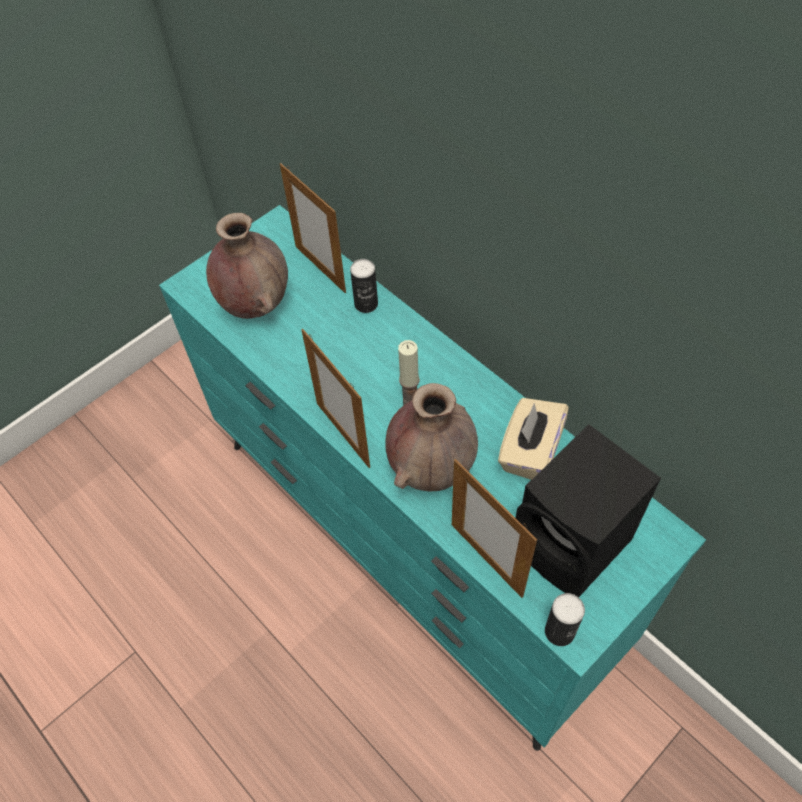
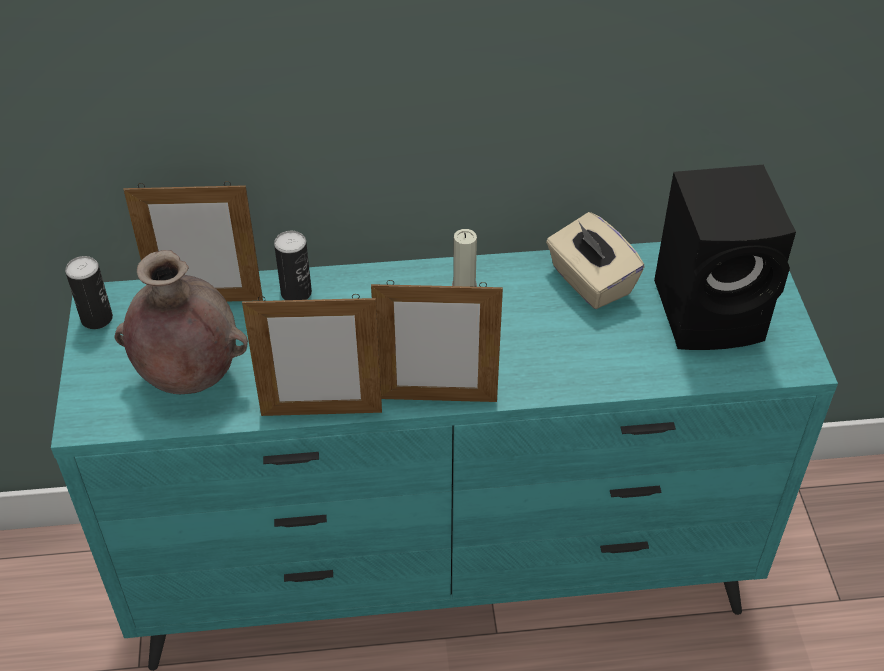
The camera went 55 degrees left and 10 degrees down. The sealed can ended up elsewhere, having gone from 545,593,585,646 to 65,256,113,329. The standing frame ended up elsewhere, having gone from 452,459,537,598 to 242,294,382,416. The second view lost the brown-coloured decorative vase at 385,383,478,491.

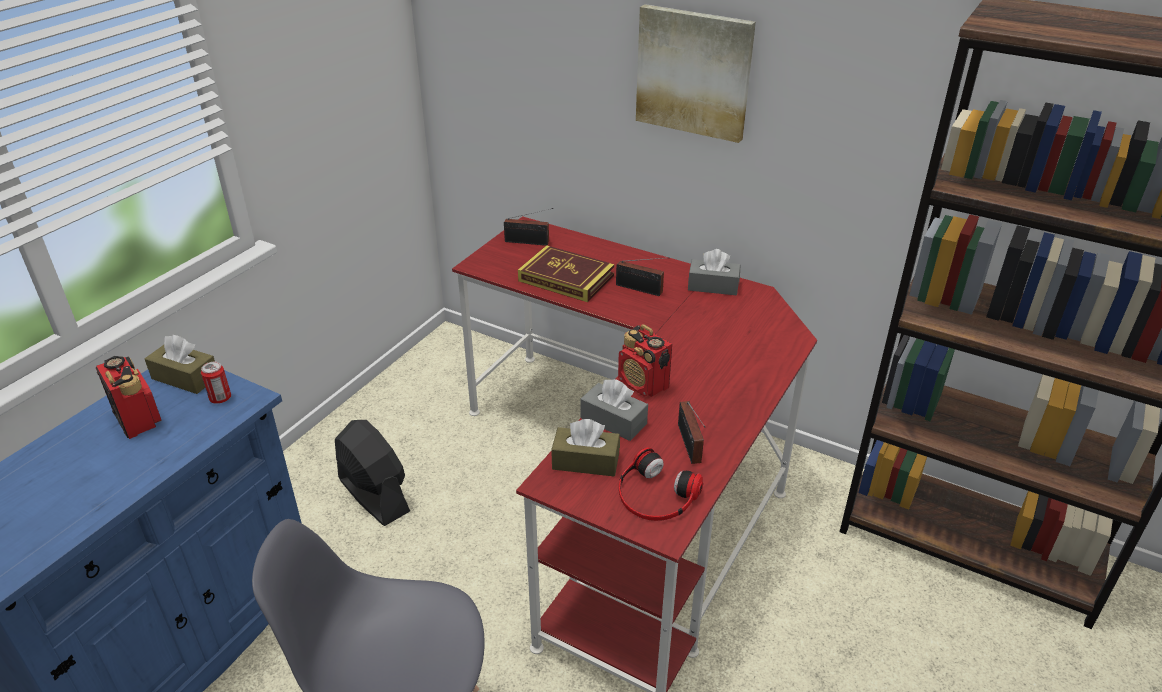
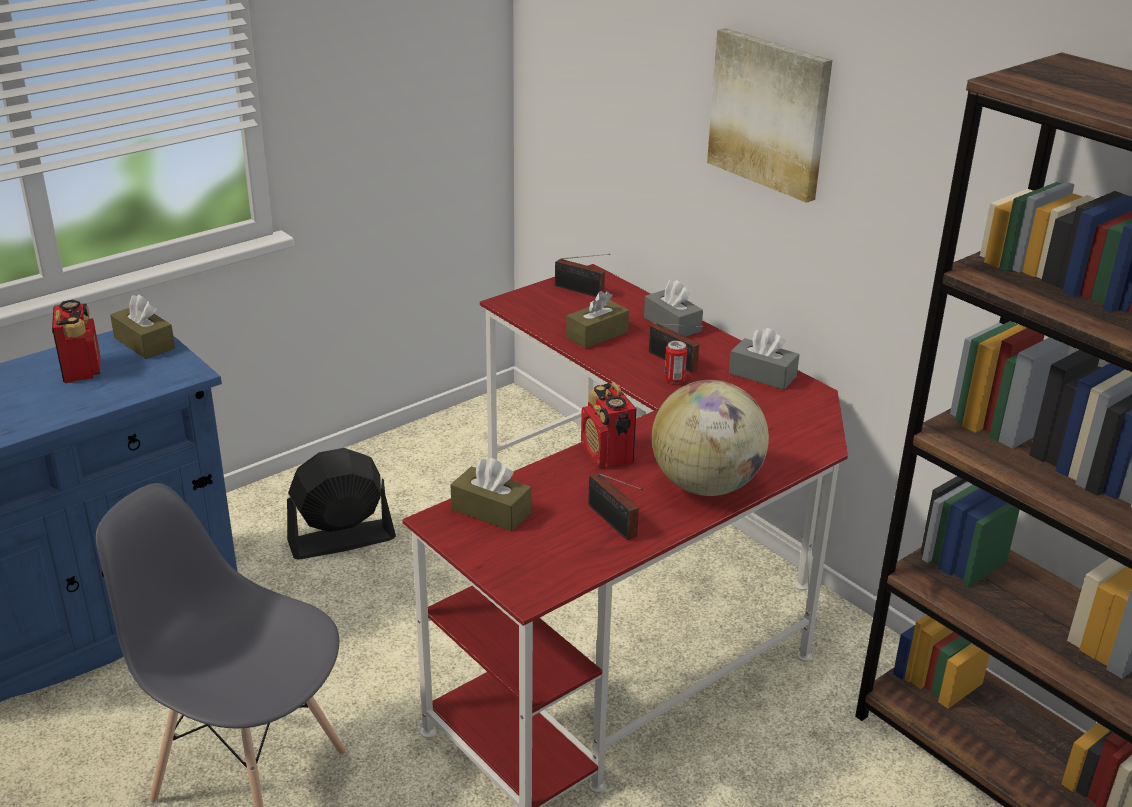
The camera went 20 degrees right and 5 degrees down. The black fan at 335,420,410,526 ended up facing another way, 90 degrees counterclockwise from before. Where the volume stood at 518,245,614,302, the brown-coloured box of tissues came to stand at 566,291,629,348. The radio at 678,401,705,464 ended up facing another way, 45 degrees counterclockwise from before. The greyish box of tissues ended up elsewhere, having gone from 581,379,648,441 to 644,280,703,337. The second view gained the globe at 652,380,769,496. The sealed can ended up elsewhere, having gone from 201,362,231,404 to 664,341,687,383. The second view lost the headphones at 619,448,703,521.

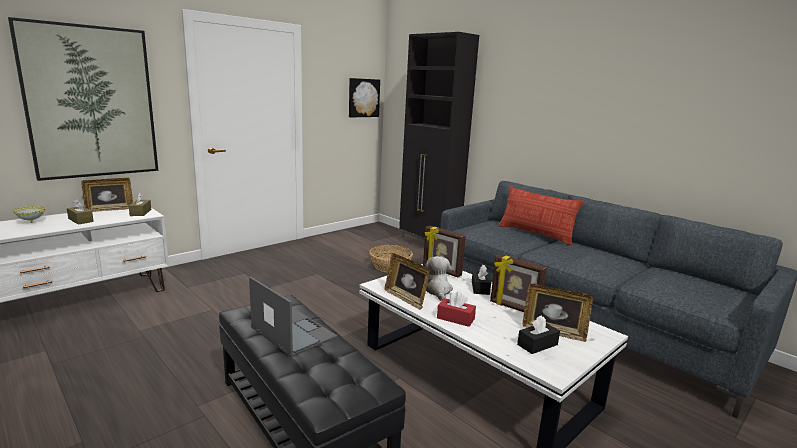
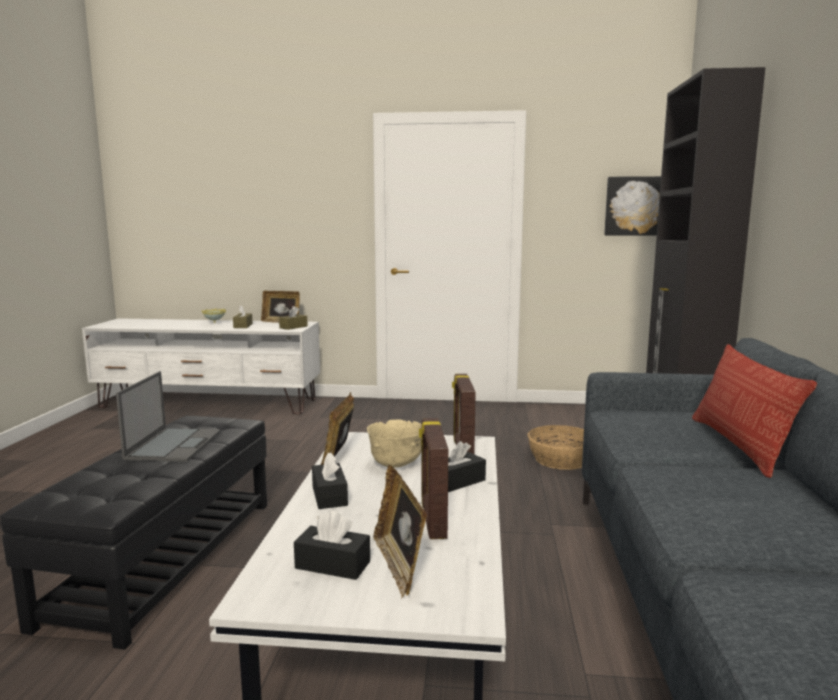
The camera went 50 degrees right and 5 degrees down. What was the reddish box of tissues at 437,291,476,327 turned into the black box of tissues at 312,452,348,509. Where the soft toy stood at 425,256,453,301, the beige deep dish came to stand at 367,420,421,468. The second view lost the wall art at 8,17,158,181.

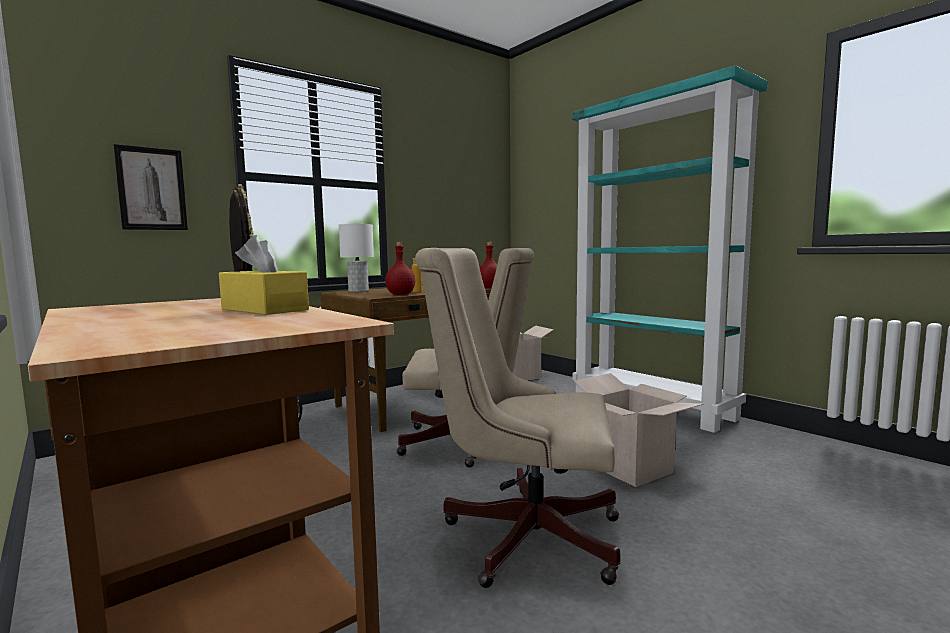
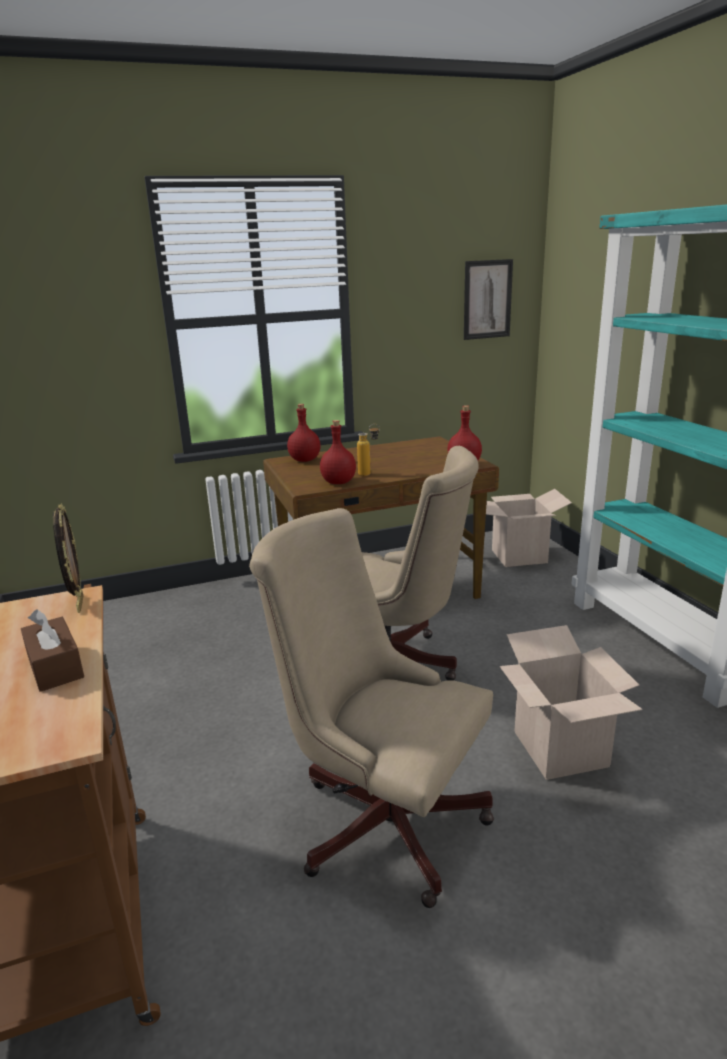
The camera went 20 degrees right and 15 degrees up. What was the yellowish box of tissues at 219,235,309,315 turned into the brown-coloured box of tissues at 21,609,84,692. Where the white tabletop lamp stood at 339,224,374,292, the reddish beverage bottle came to stand at 287,404,321,462. The wall art ended up elsewhere, having gone from 113,144,188,230 to 464,259,513,340.

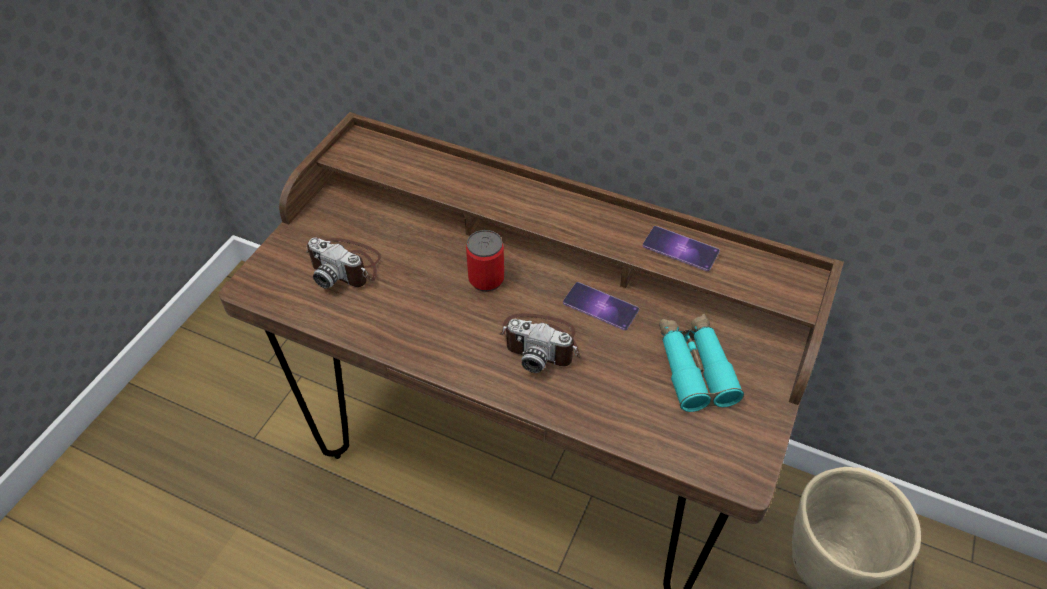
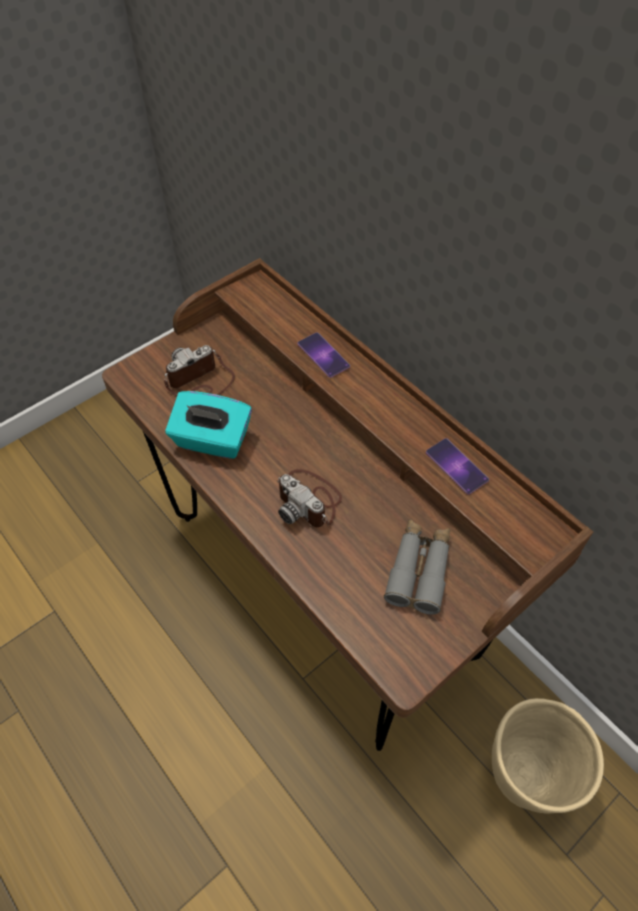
The camera went 25 degrees right and 5 degrees up. The photo camera at 306,237,381,289 ended up facing another way, 90 degrees clockwise from before. The second view gained the blue-green box of tissues at 165,391,252,459. The handset ended up elsewhere, having gone from 563,282,639,331 to 298,332,350,378. What was the blue-green field glasses at 659,313,744,412 turned into the greyish field glasses at 384,519,450,615. The second view lost the sealed can at 466,230,504,292.

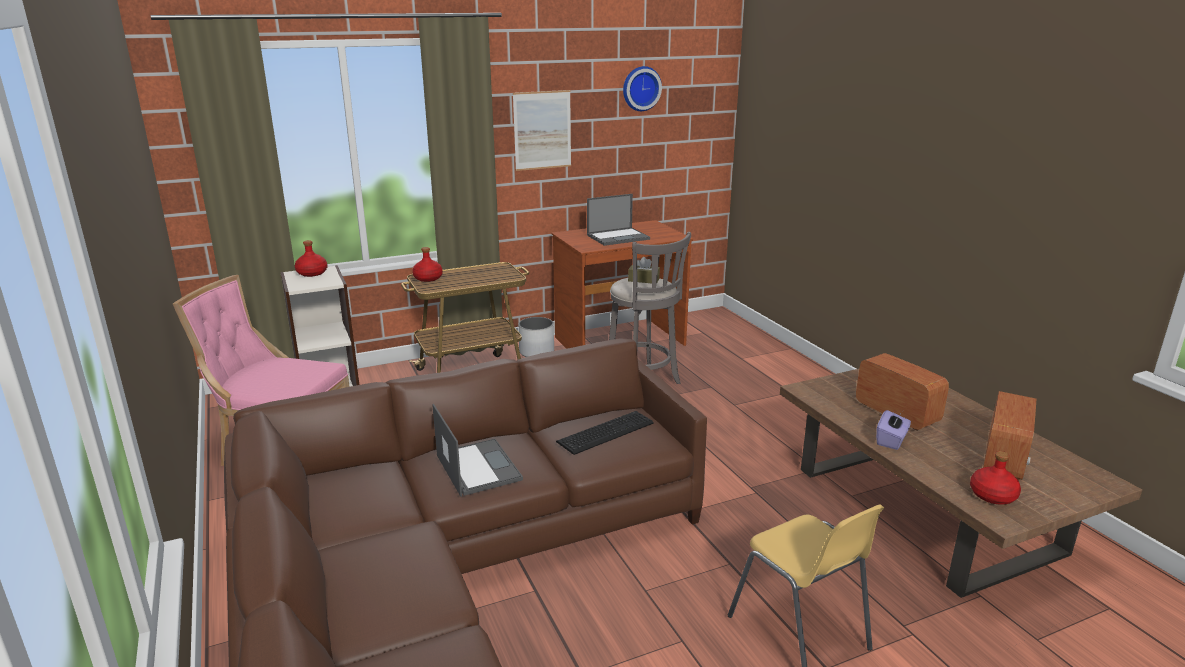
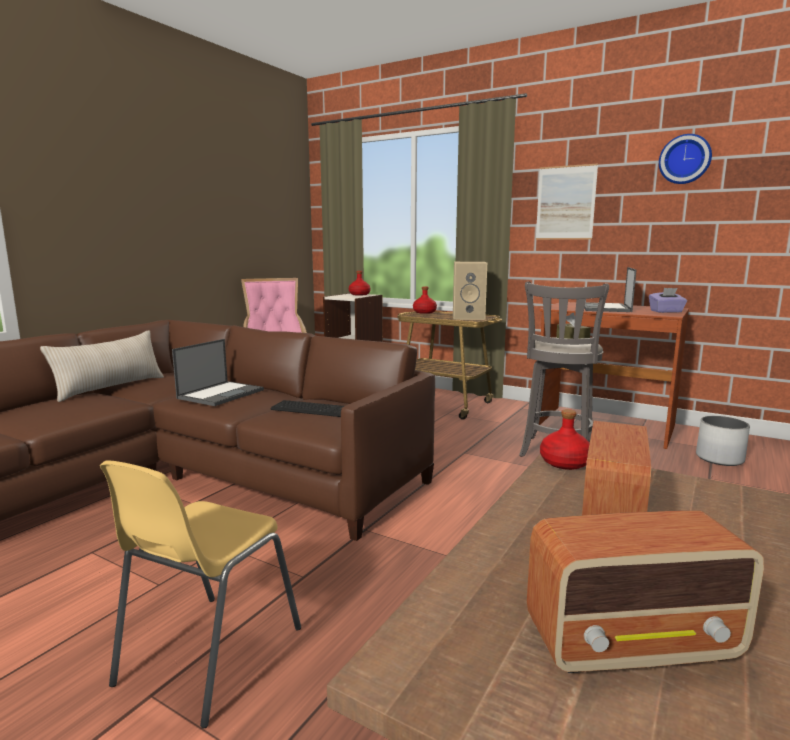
The camera went 55 degrees right and 10 degrees down. The second view gained the beige cushion at 40,330,164,402. The second view gained the beige audio speaker at 453,262,487,320. The reddish beverage bottle ended up elsewhere, having gone from 970,451,1021,505 to 540,409,590,470. The laptop at 587,194,650,246 ended up facing another way, 75 degrees clockwise from before. The purplish box of tissues ended up elsewhere, having gone from 876,410,911,450 to 649,288,687,313. The white planter ended up elsewhere, having gone from 519,317,554,357 to 696,416,750,466.

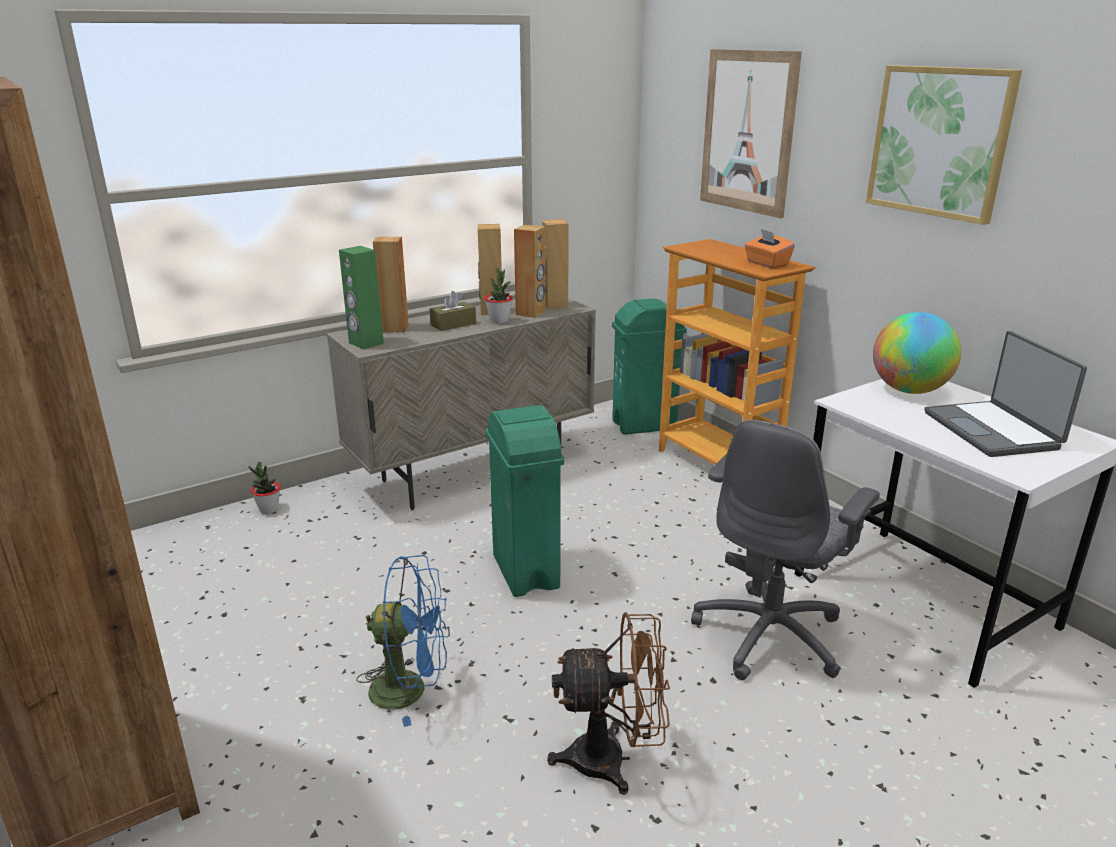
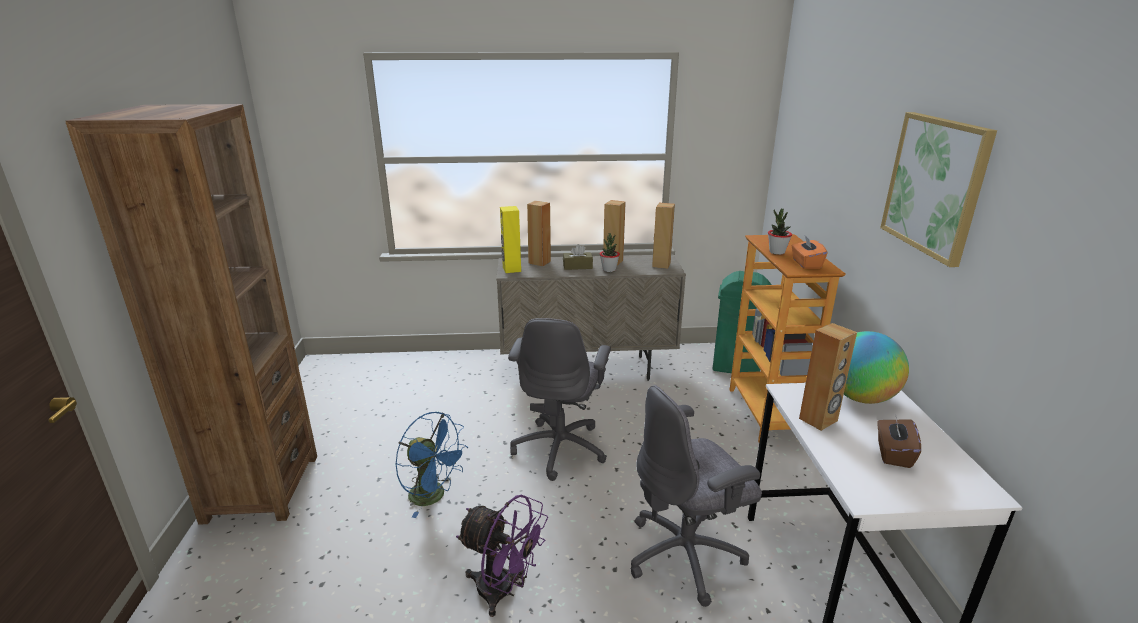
The camera went 30 degrees right and 0 degrees up. What was the brown-coloured fan at 547,612,670,795 turned into the purplish fan at 456,495,548,617. What was the green audio speaker at 339,246,384,349 turned into the yellowish audio speaker at 500,206,521,273. Where the green rubbish bin stood at 485,405,564,597, the greyish office chair came to stand at 508,318,611,481. The houseplant ended up elsewhere, having gone from 248,462,280,514 to 768,209,792,255. The brown-coloured audio speaker ended up elsewhere, having gone from 514,225,545,318 to 799,323,857,431. Where the laptop stood at 924,331,1087,457, the brown-coloured box of tissues came to stand at 877,418,921,468. The second view lost the wall art at 700,49,802,218.

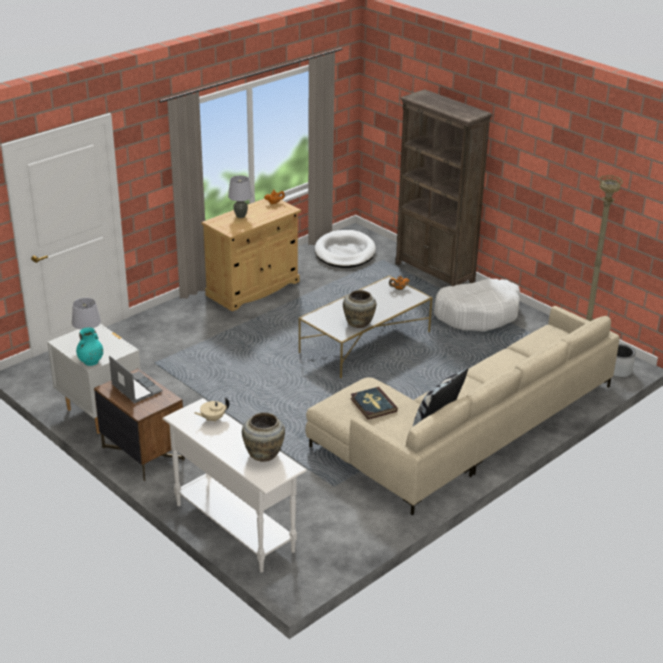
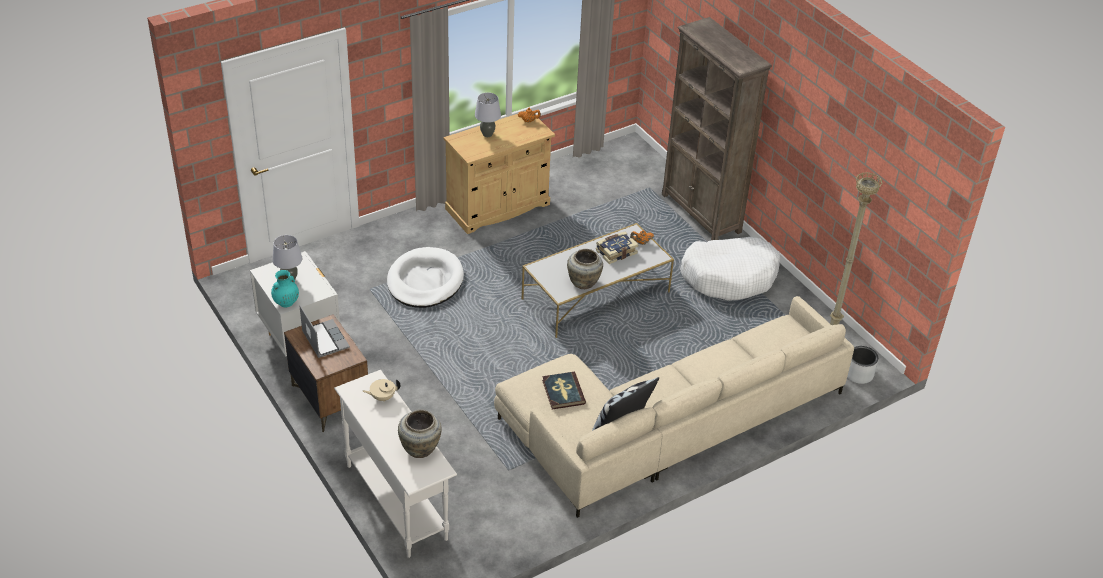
The camera went 10 degrees right and 10 degrees up. The white pet bed ended up elsewhere, having gone from 315,230,376,268 to 387,247,464,308. The second view gained the volume at 596,231,638,264.

